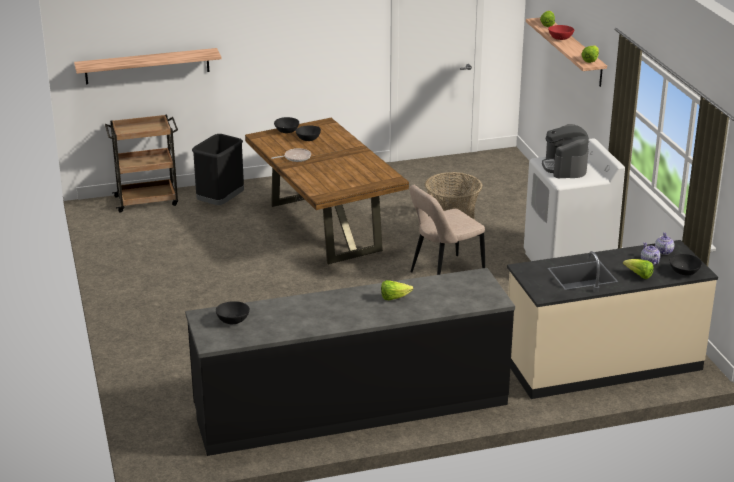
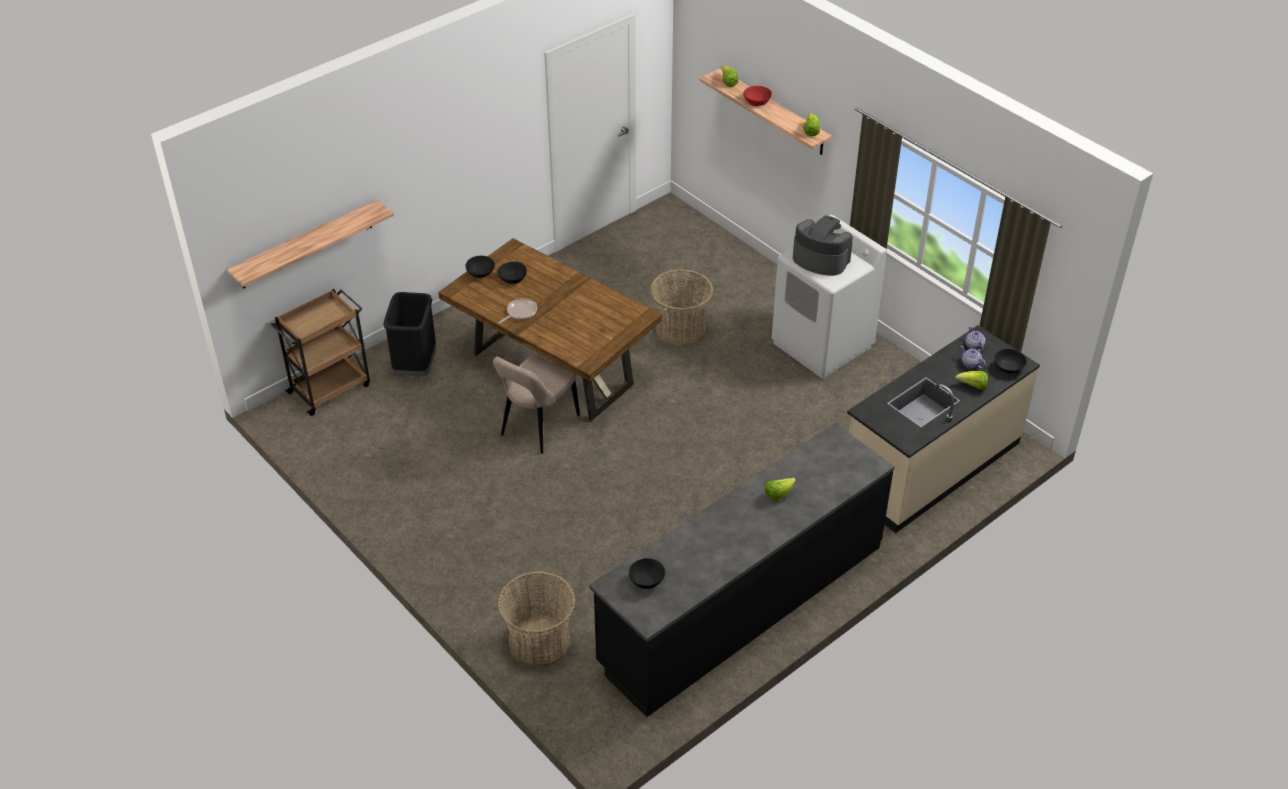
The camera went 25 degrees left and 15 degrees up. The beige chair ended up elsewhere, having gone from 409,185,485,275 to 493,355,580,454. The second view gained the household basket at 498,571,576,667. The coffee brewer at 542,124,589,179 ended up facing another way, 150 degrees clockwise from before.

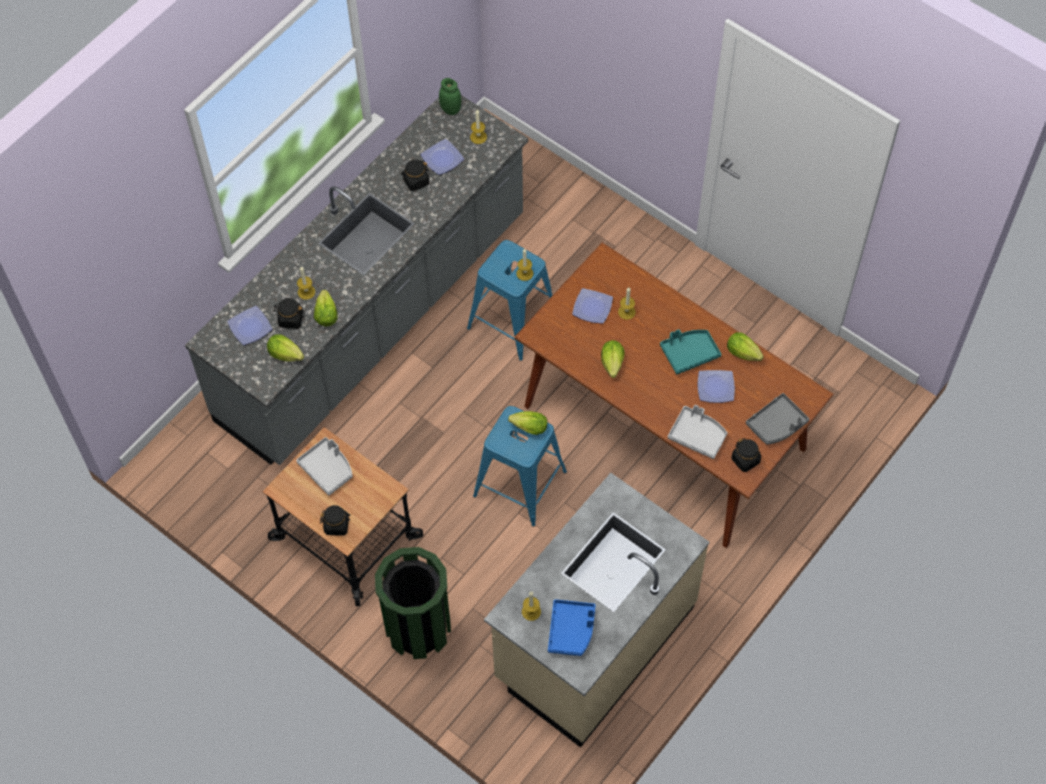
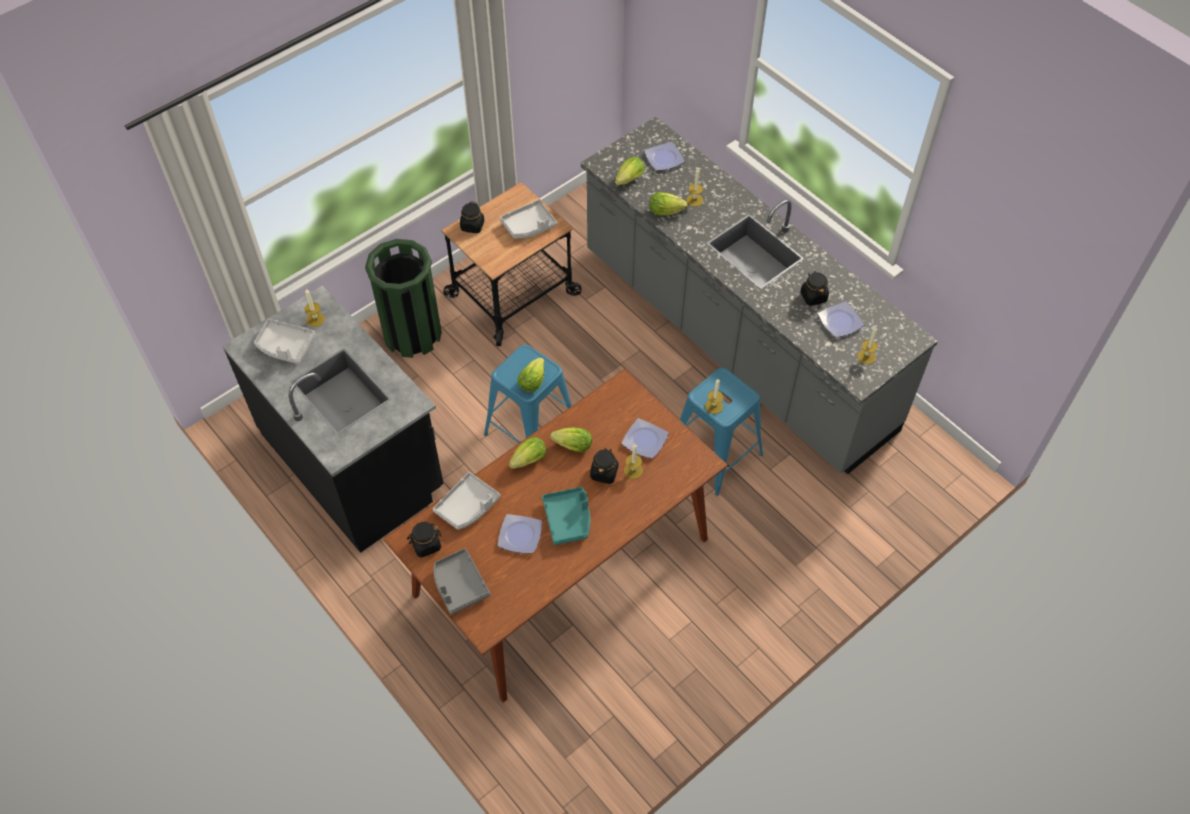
The camera went 100 degrees right and 5 degrees down. What was the beige kitchen base unit at 484,473,709,747 turned into the black kitchen base unit at 222,285,444,553. What was the blue-coloured serving tray at 548,599,596,656 turned into the greyish serving tray at 254,318,315,364. The head of lettuce ended up elsewhere, having gone from 727,332,764,361 to 509,437,546,469. The black jar ended up elsewhere, having gone from 273,298,305,329 to 590,449,618,484. The second view lost the green jar at 439,78,461,115.

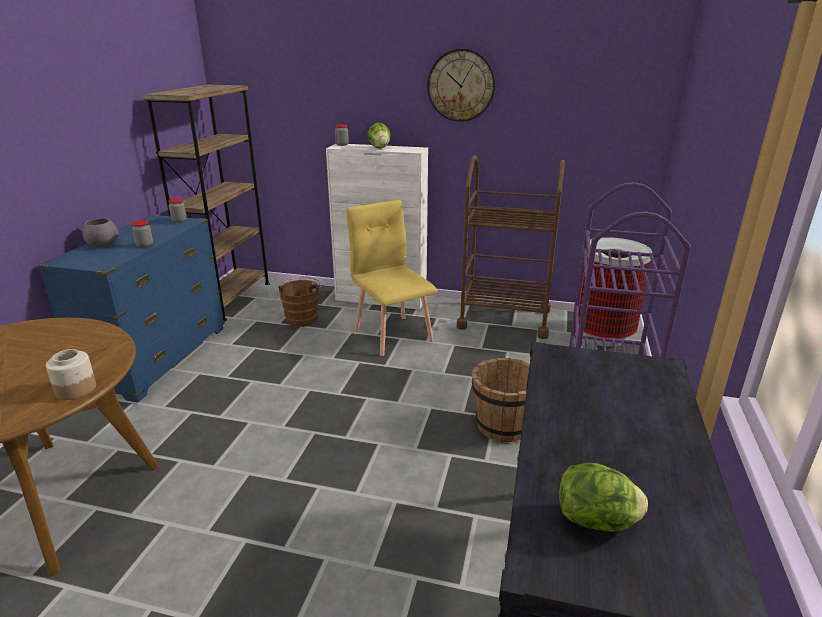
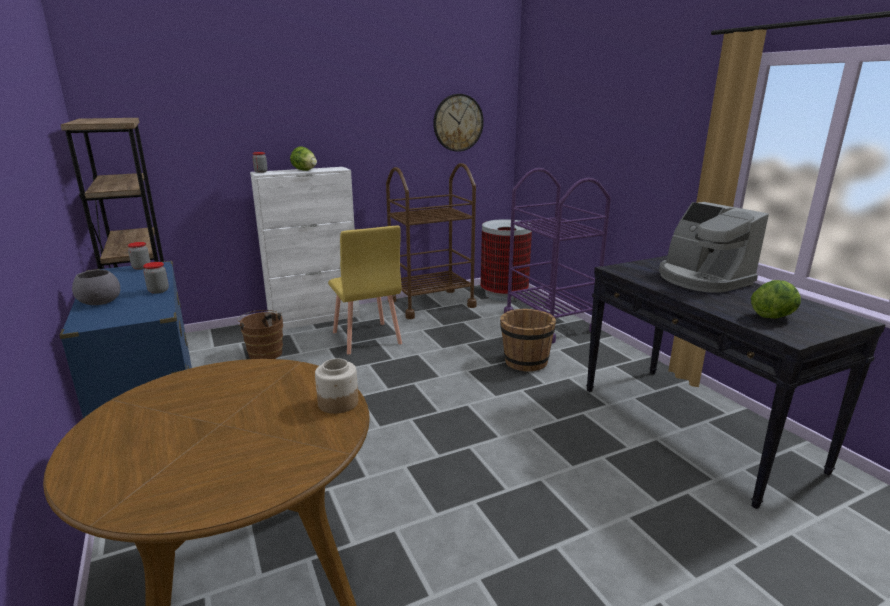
The camera went 40 degrees left and 5 degrees down. The yellowish chair at 346,200,437,356 ended up facing another way, 135 degrees counterclockwise from before. The clock on the wall ended up elsewhere, having gone from 427,48,495,122 to 433,94,484,152. The second view gained the coffee brewer at 659,202,769,293.

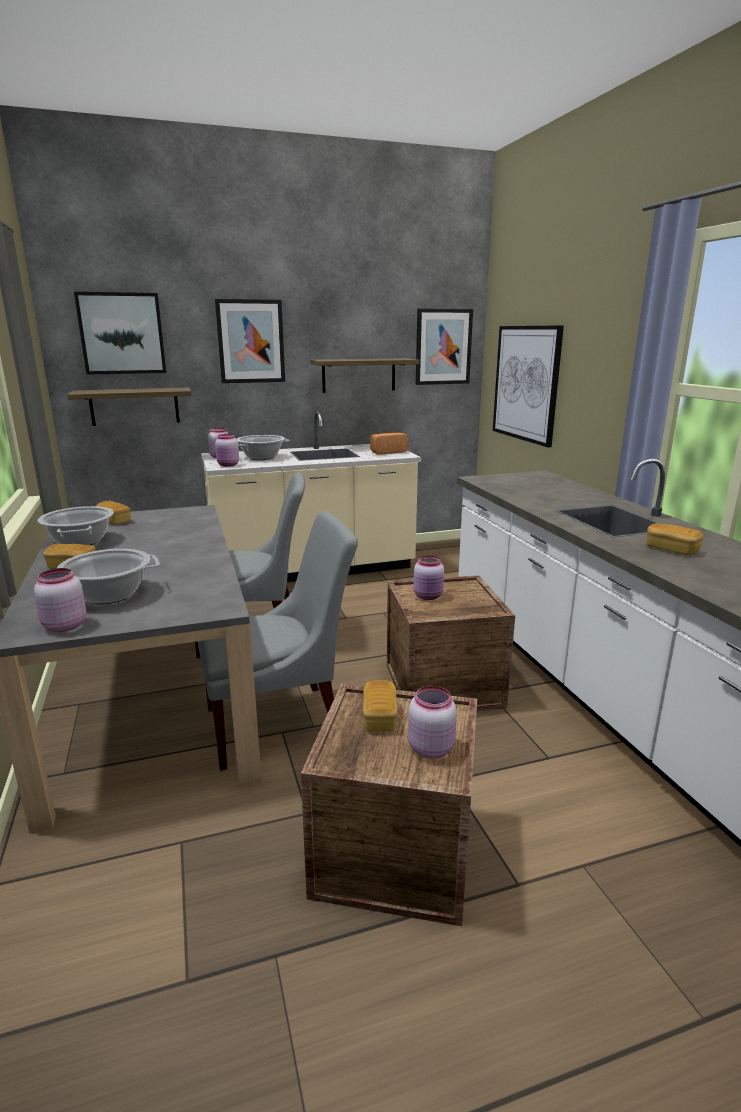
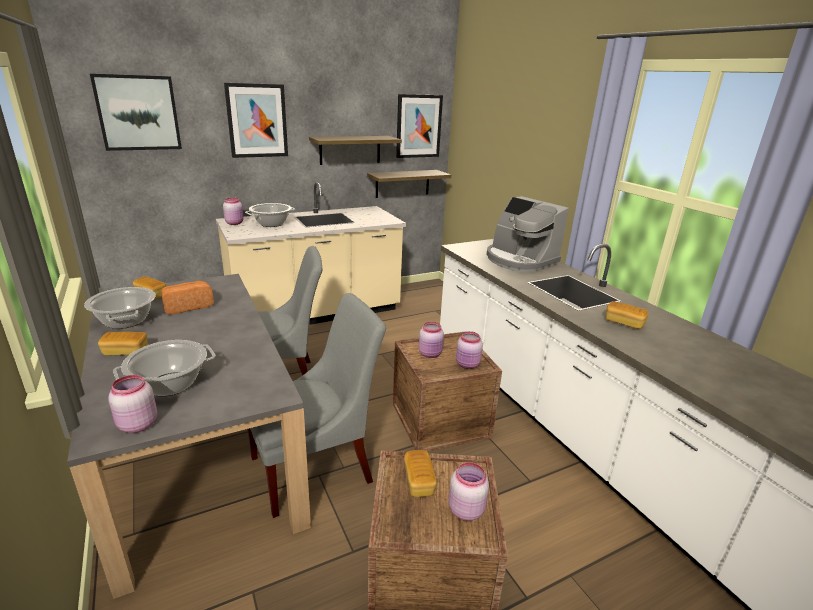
The camera went 10 degrees left and 5 degrees up. The bakery bread ended up elsewhere, having gone from 370,433,408,455 to 161,281,214,315. The shelf ended up elsewhere, having gone from 67,388,192,426 to 367,170,451,198. The pink jar ended up elsewhere, having gone from 215,434,239,467 to 456,331,483,369. The second view gained the coffee brewer at 486,196,568,272. The second view lost the wall art at 493,325,564,447.

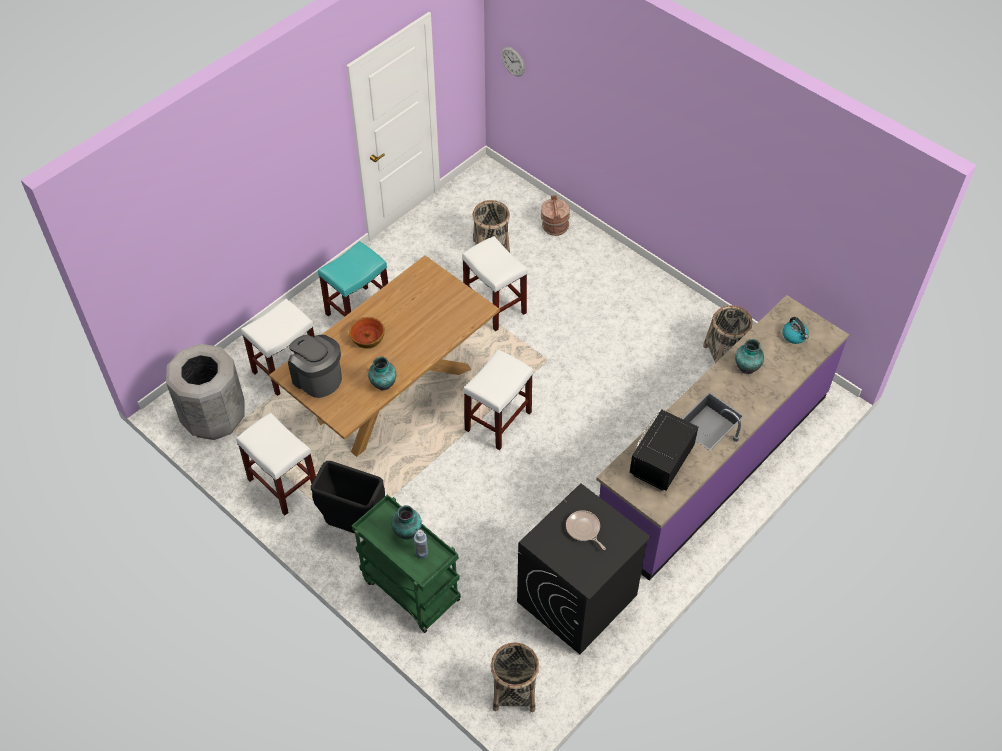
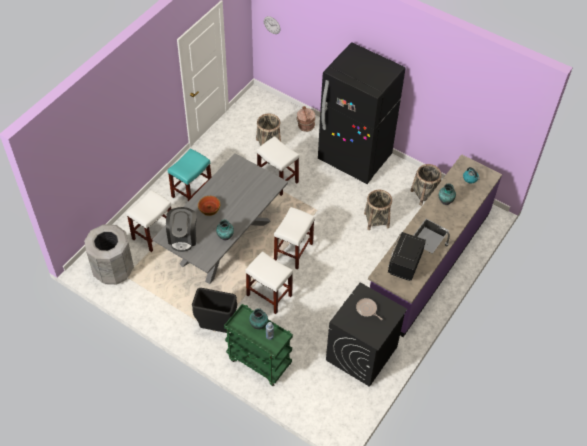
The camera went 10 degrees left and 0 degrees up. What was the brown-coloured dinner table at 269,255,500,457 turned into the greyish dinner table at 152,153,288,284. The coffee brewer at 288,335,342,398 ended up facing another way, 120 degrees counterclockwise from before. The white sitting stool ended up elsewhere, having gone from 236,413,316,515 to 245,251,293,314. The second view gained the black kitchen fridge at 318,42,406,184. The household basket ended up elsewhere, having gone from 491,642,539,712 to 364,190,392,230.

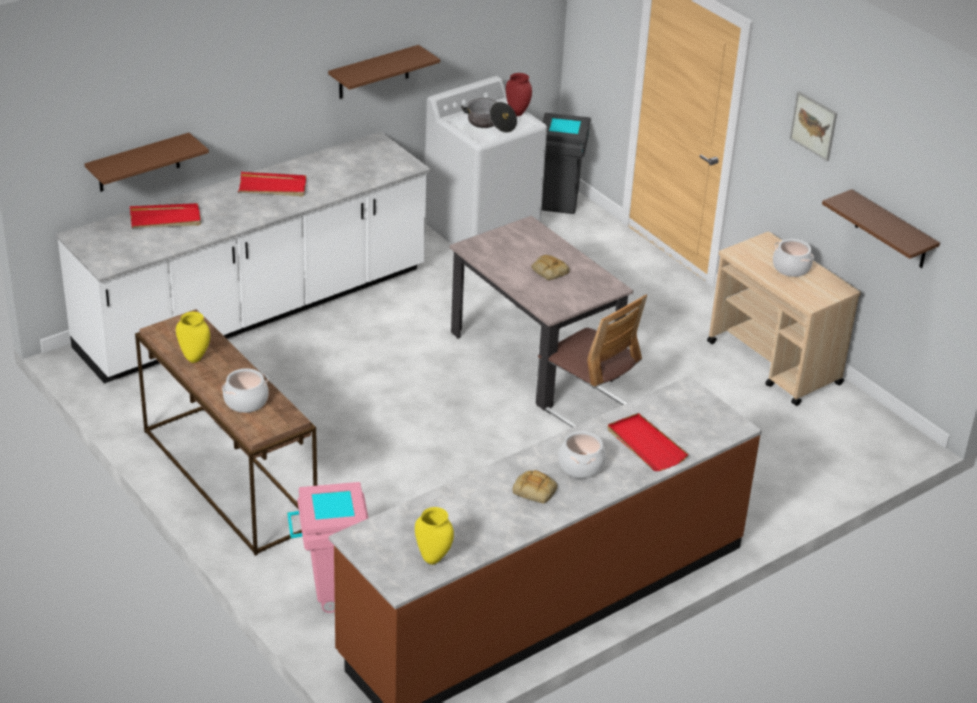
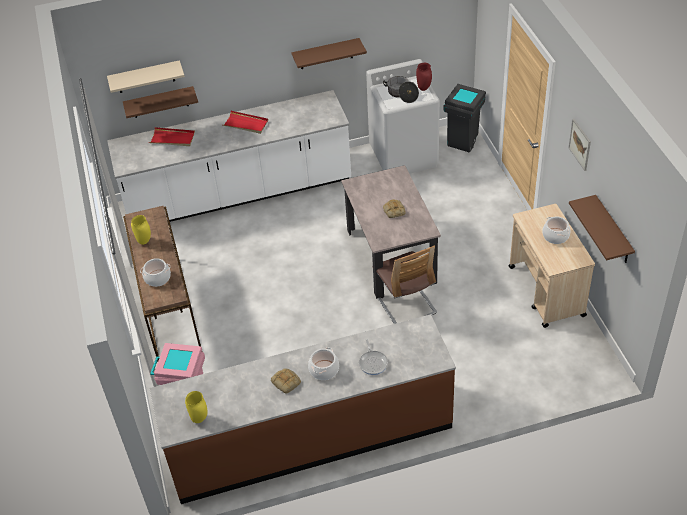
The camera went 25 degrees right and 10 degrees up. The second view gained the beige shelf at 107,60,185,93. Where the reddish serving tray stood at 607,413,689,471, the pan came to stand at 359,339,388,375.

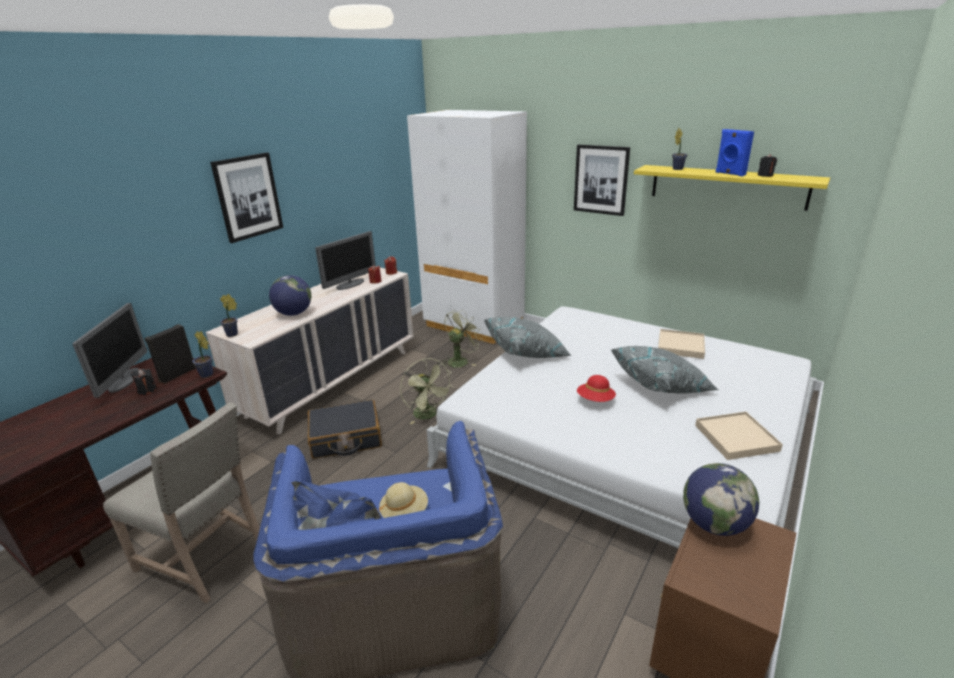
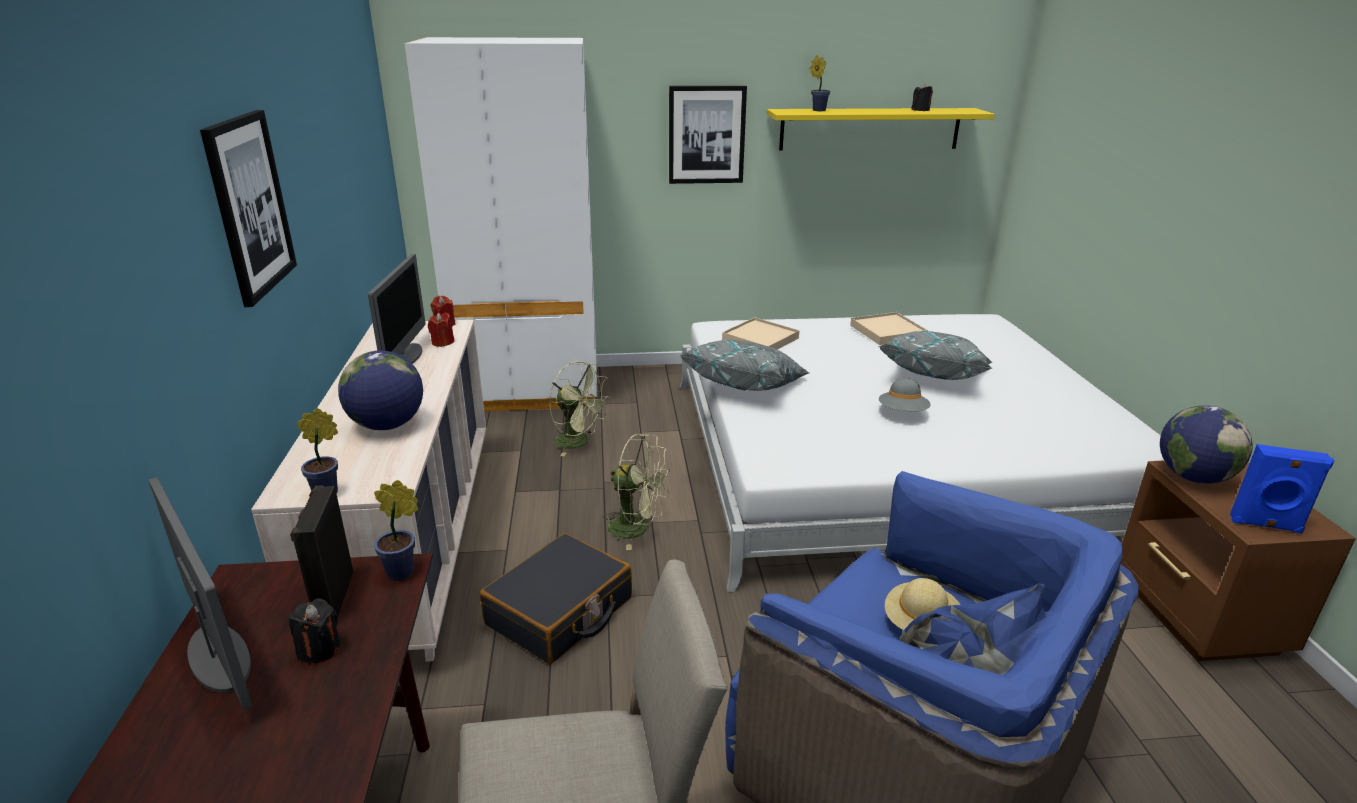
The camera went 40 degrees left and 0 degrees up. The green fan at 442,310,483,368 ended up facing another way, 120 degrees clockwise from before. The beige serving tray ended up elsewhere, having gone from 695,412,783,460 to 722,317,800,350. What was the reddish hat at 577,375,616,402 turned into the greyish hat at 879,378,931,411. The blue-coloured audio speaker ended up elsewhere, having gone from 716,129,754,176 to 1230,444,1335,534.

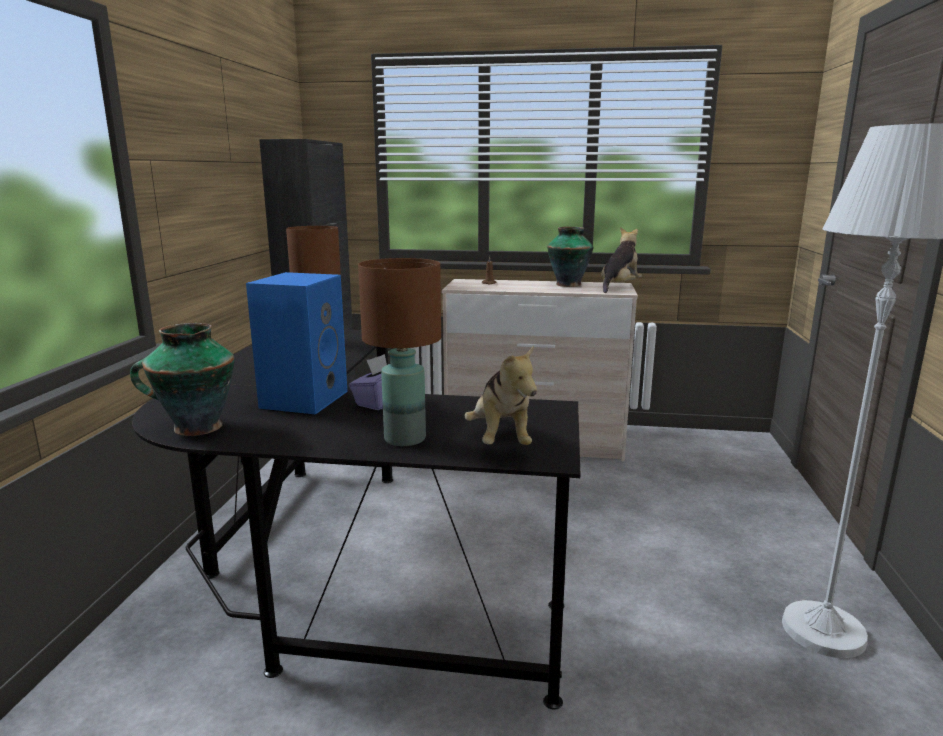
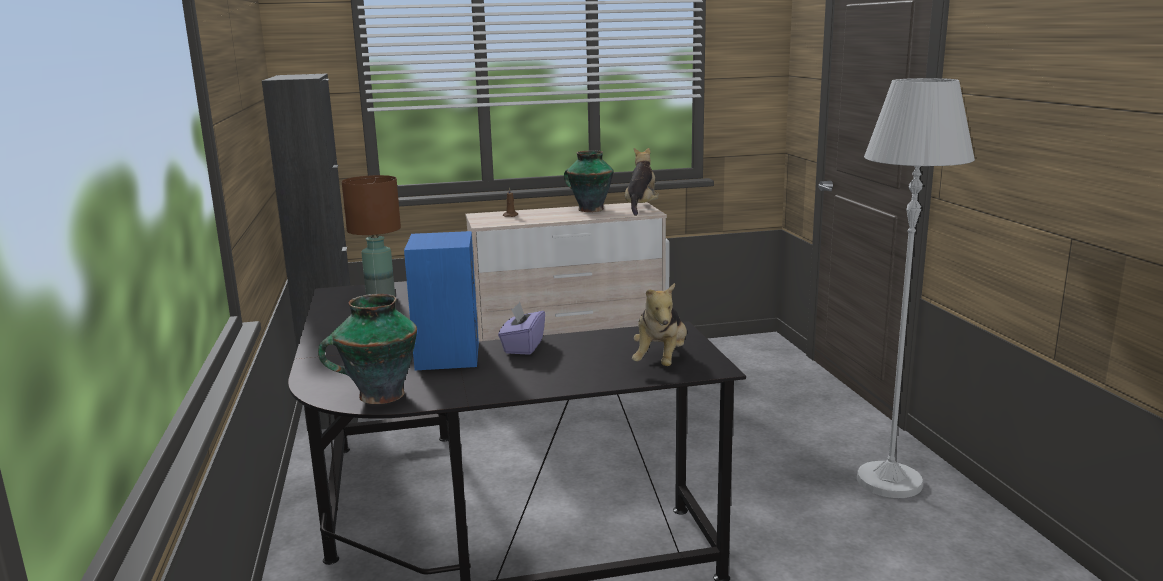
The camera went 20 degrees left and 0 degrees up. The soft toy at 465,345,537,445 ended up facing another way, 45 degrees clockwise from before. The second view lost the brown-coloured tabletop lamp at 358,258,441,446.

